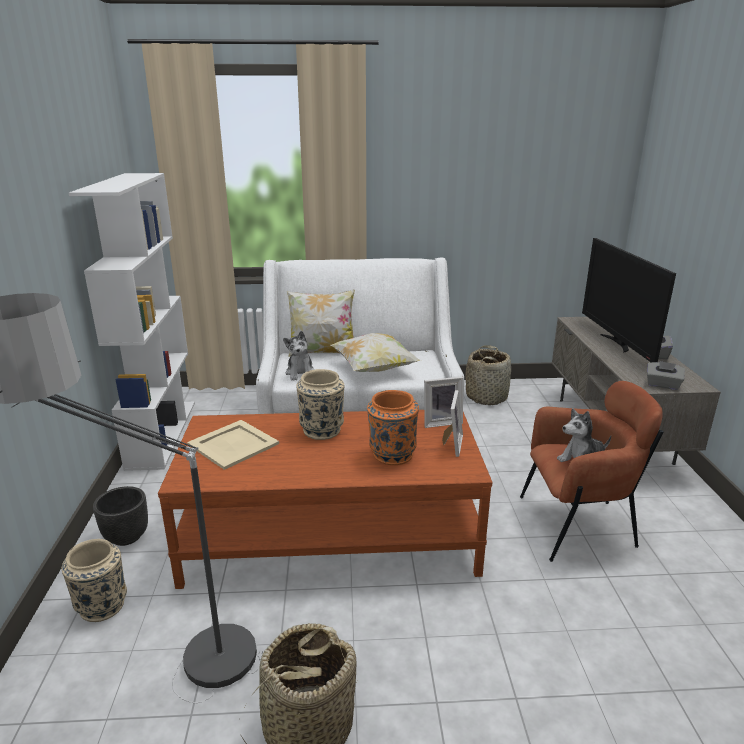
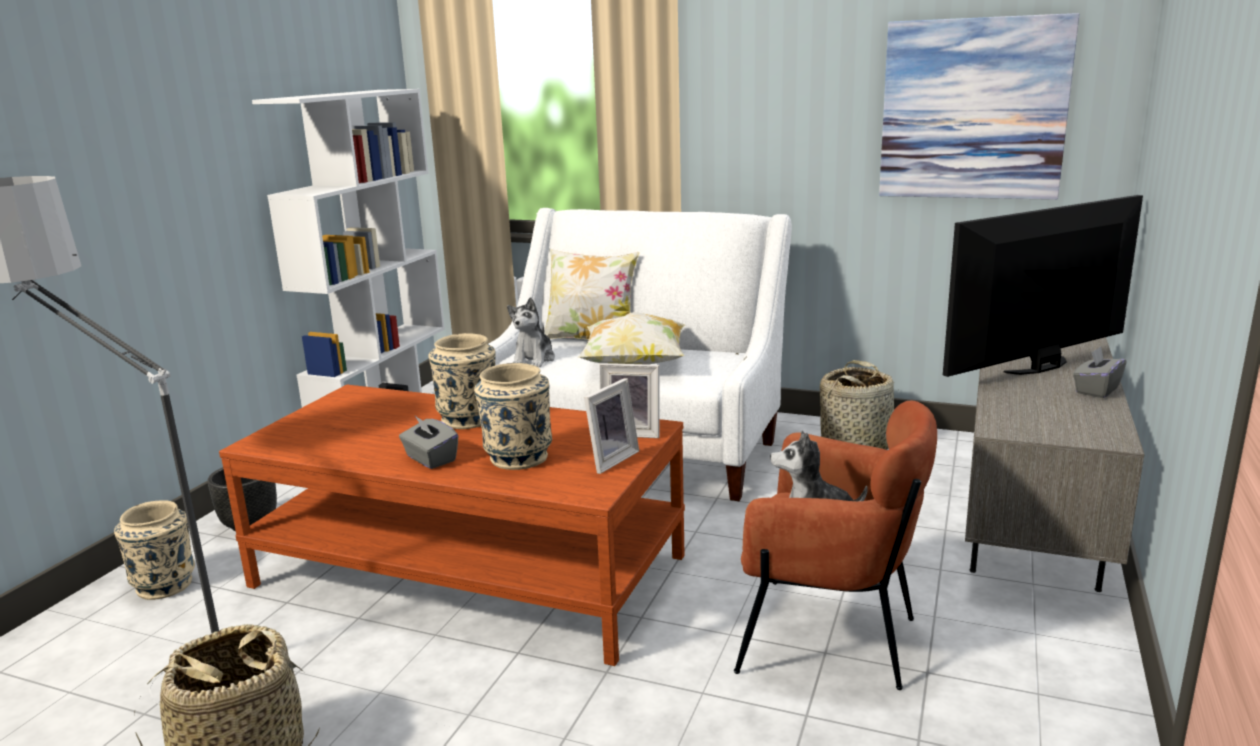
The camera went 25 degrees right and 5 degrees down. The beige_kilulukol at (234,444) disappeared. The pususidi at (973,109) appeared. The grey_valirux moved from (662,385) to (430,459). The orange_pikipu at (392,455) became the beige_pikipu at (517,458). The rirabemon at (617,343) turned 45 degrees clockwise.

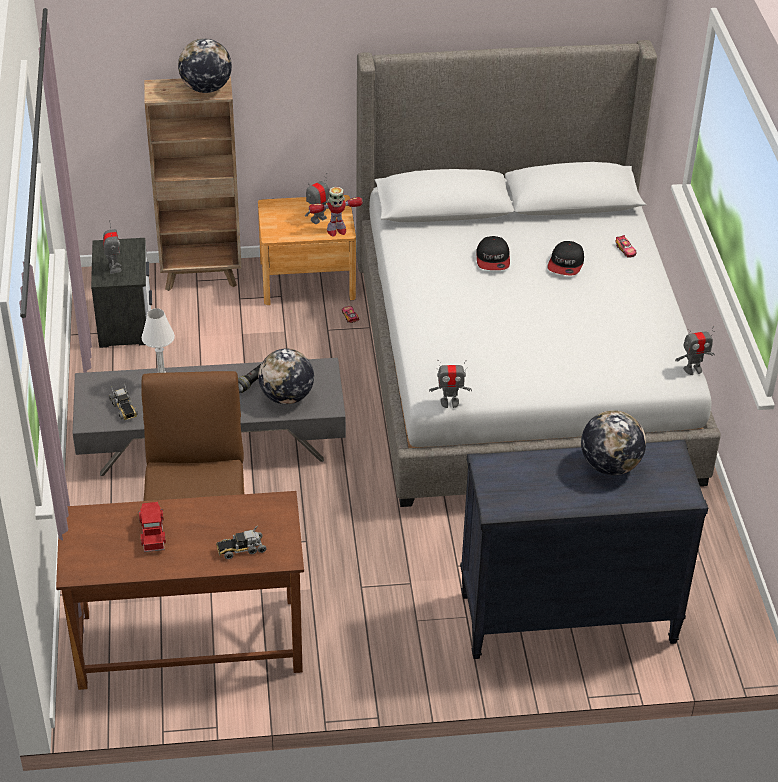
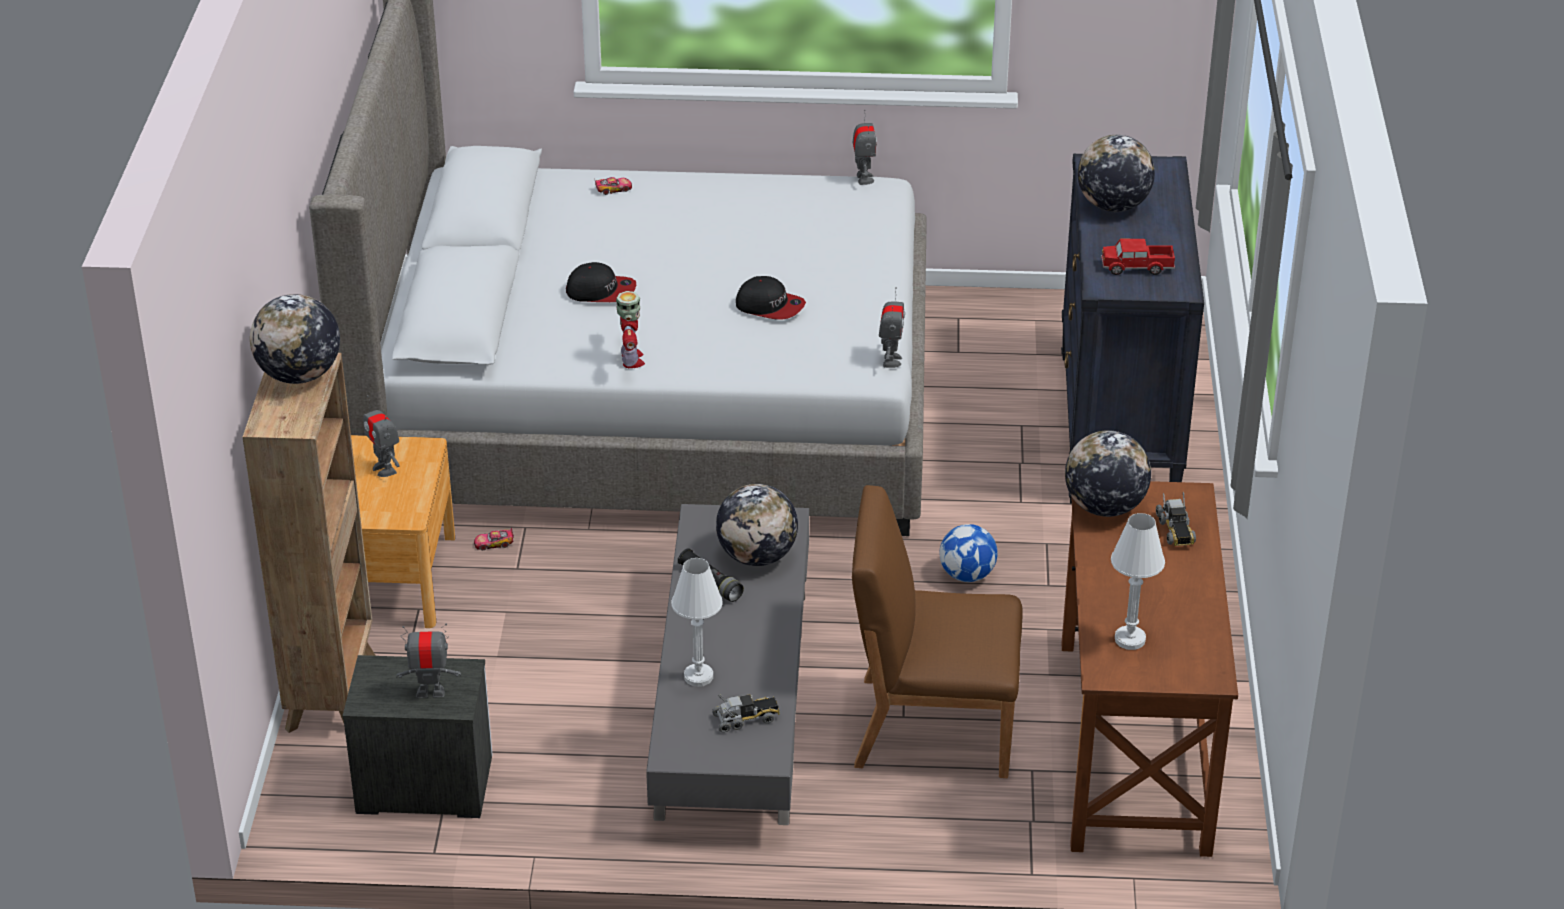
The camera went 80 degrees left and 5 degrees down. The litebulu at (967,575) appeared. The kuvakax at (1104,507) appeared. The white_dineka at (1130,639) appeared. The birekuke moved from (152,533) to (1137,267). The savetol moved from (336,231) to (631,360). The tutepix moved from (566,264) to (770,306).

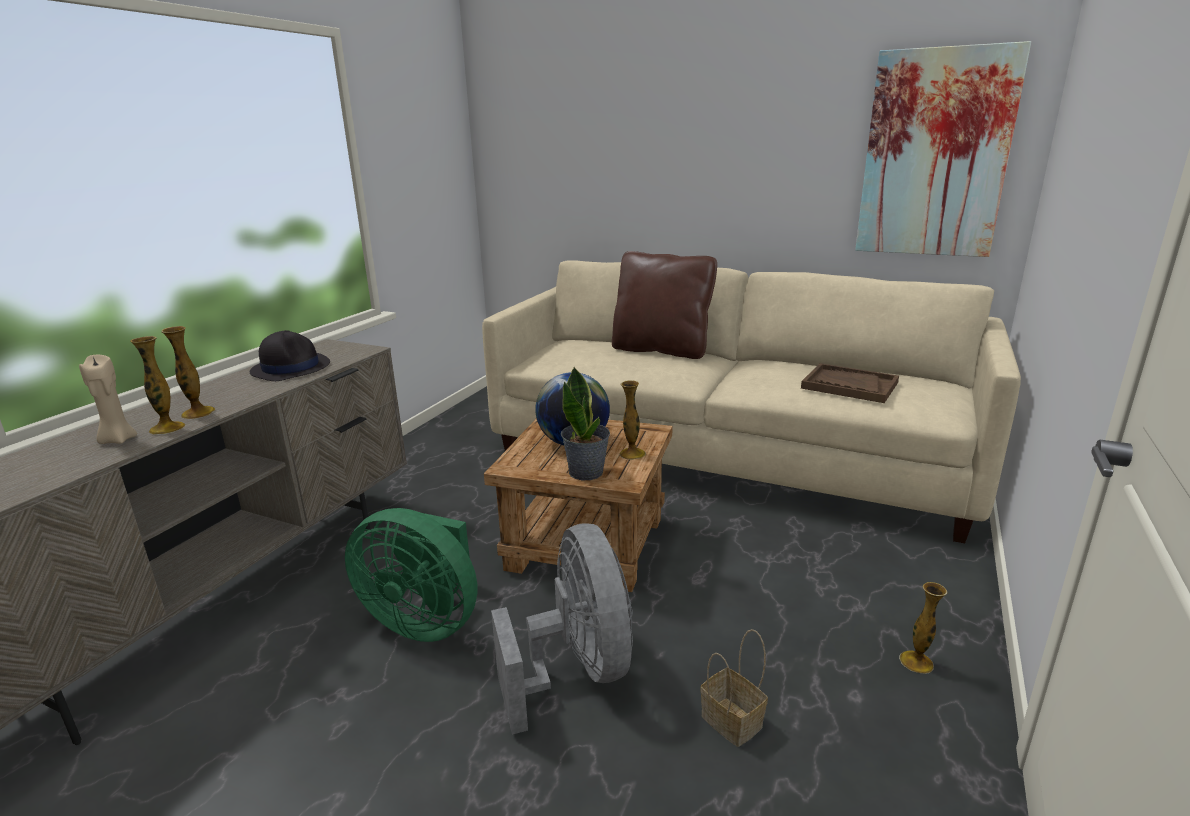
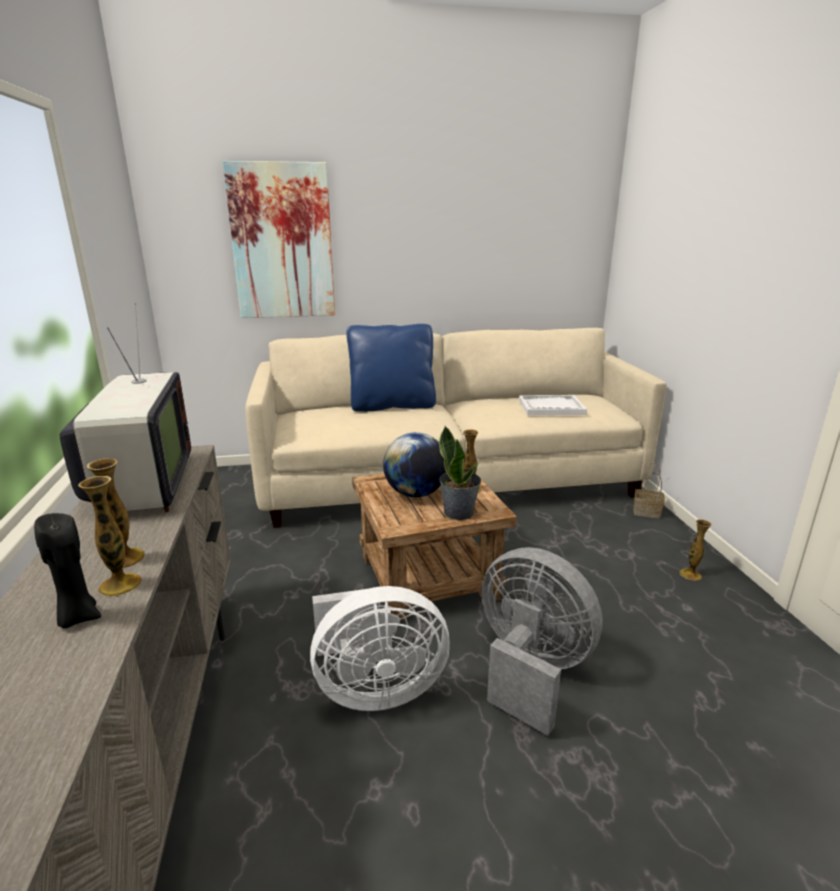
The camera went 35 degrees left and 0 degrees up. The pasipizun moved from (734,722) to (647,512). The pususidi moved from (935,155) to (282,242). The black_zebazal at (291,368) was replaced by the rirabemon at (142,487). The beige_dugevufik at (118,440) became the black_dugevufik at (78,617). The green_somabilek at (425,620) became the white_somabilek at (375,689). The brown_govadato at (661,350) became the blue_govadato at (392,405). The brown_kilulukol at (849,385) became the white_kilulukol at (551,407).

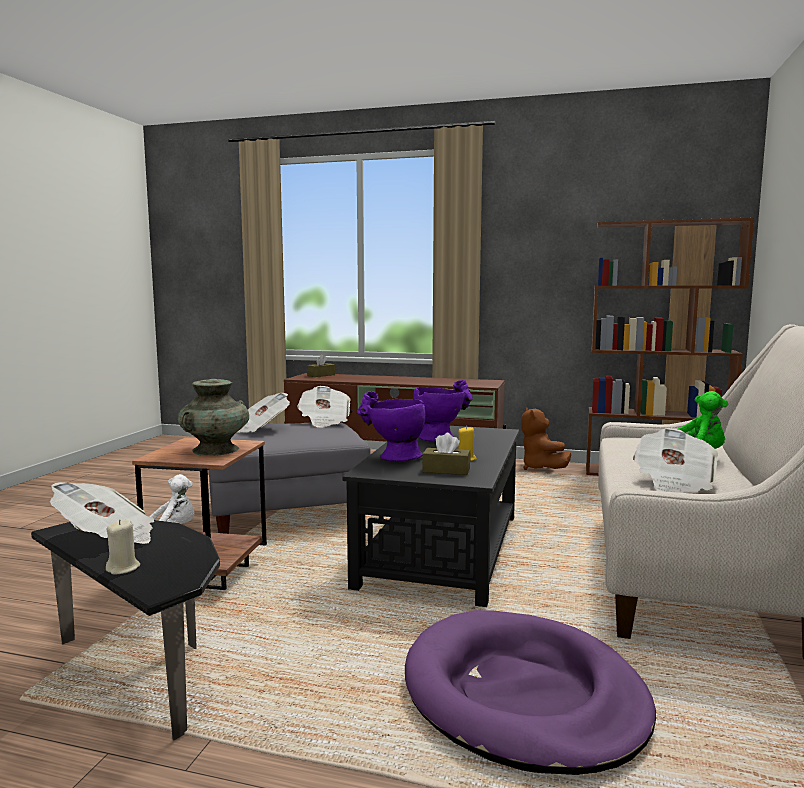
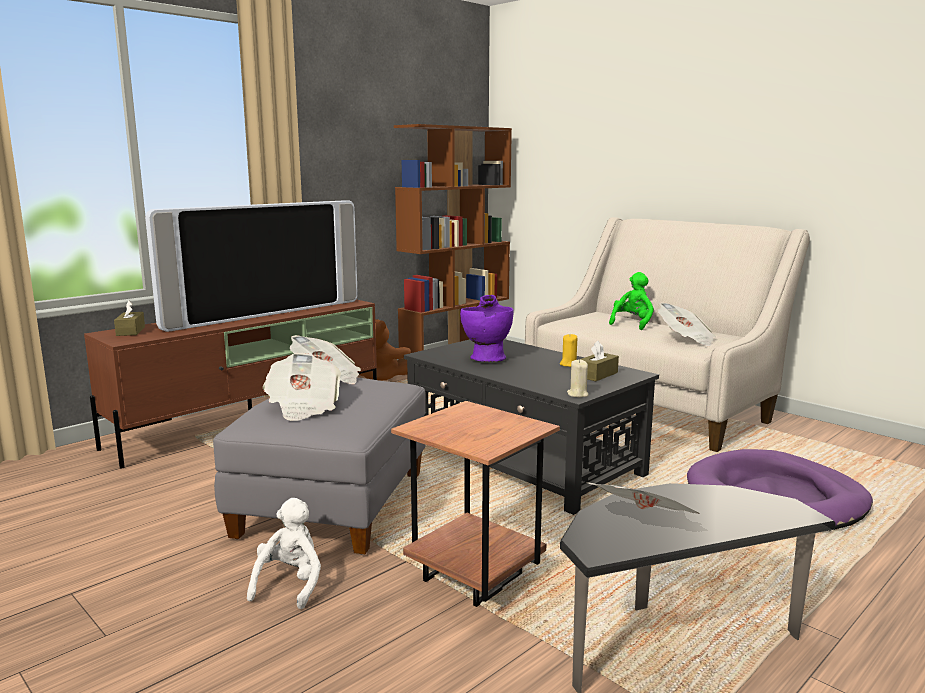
The camera went 60 degrees left and 5 degrees up. The turquoise_pikipu at (216,450) disappeared. The purple_pikipu at (393,458) disappeared. The rirabemon at (263,313) appeared. The beige_dugevufik moved from (123,568) to (577,394).

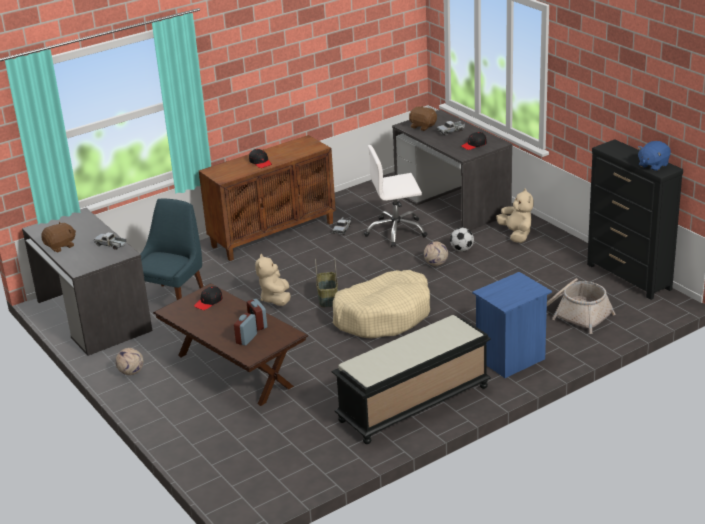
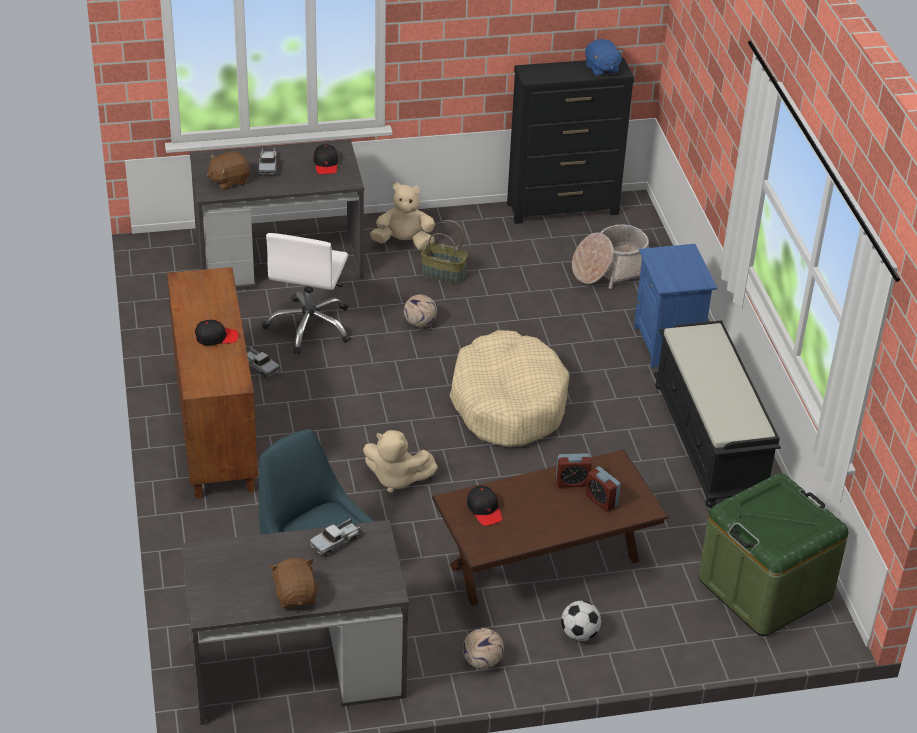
The camera went 70 degrees left and 10 degrees up. The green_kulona at (765,588) appeared. The pasipizun moved from (327,298) to (443,274). The litebulu moved from (462,249) to (579,634).

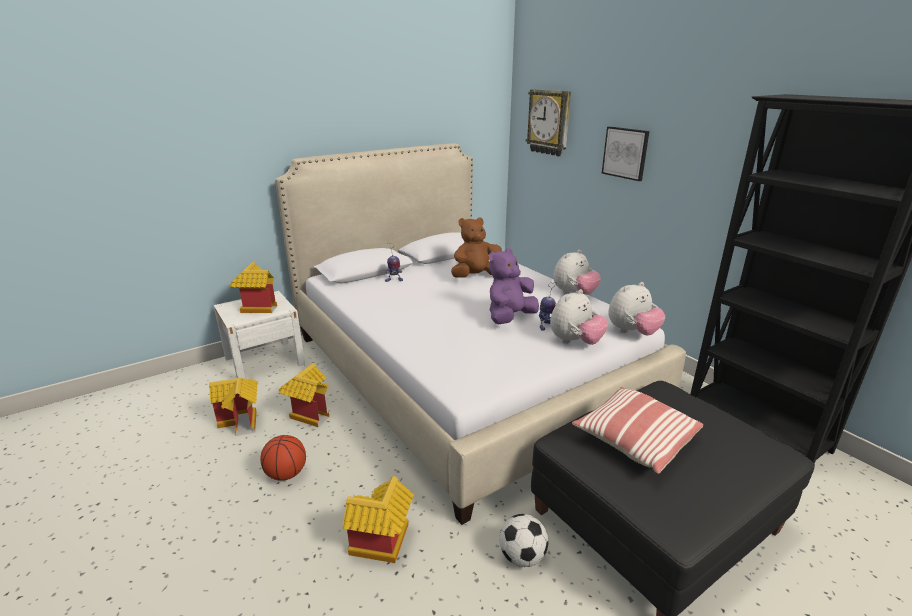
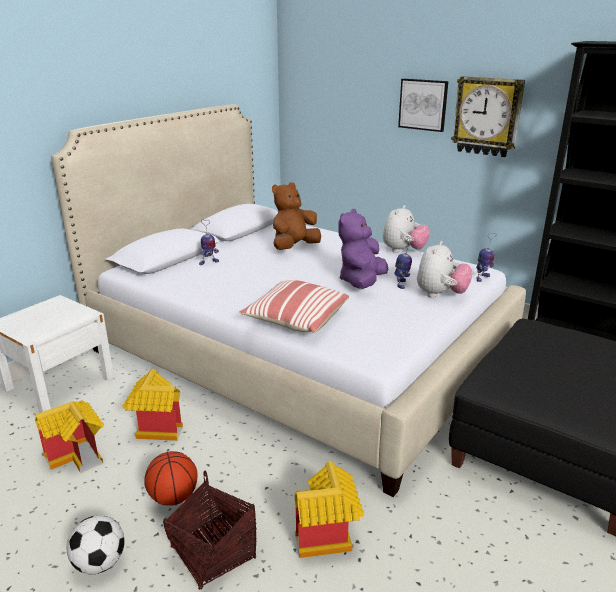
The camera went 20 degrees left and 0 degrees up. The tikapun at (256,307) disappeared. The pasipizun at (213,553) appeared. The litebulu moved from (522,556) to (100,563). The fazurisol moved from (549,122) to (487,116). The govadato moved from (634,439) to (295,319). The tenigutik at (632,332) was replaced by the savetol at (482,278).

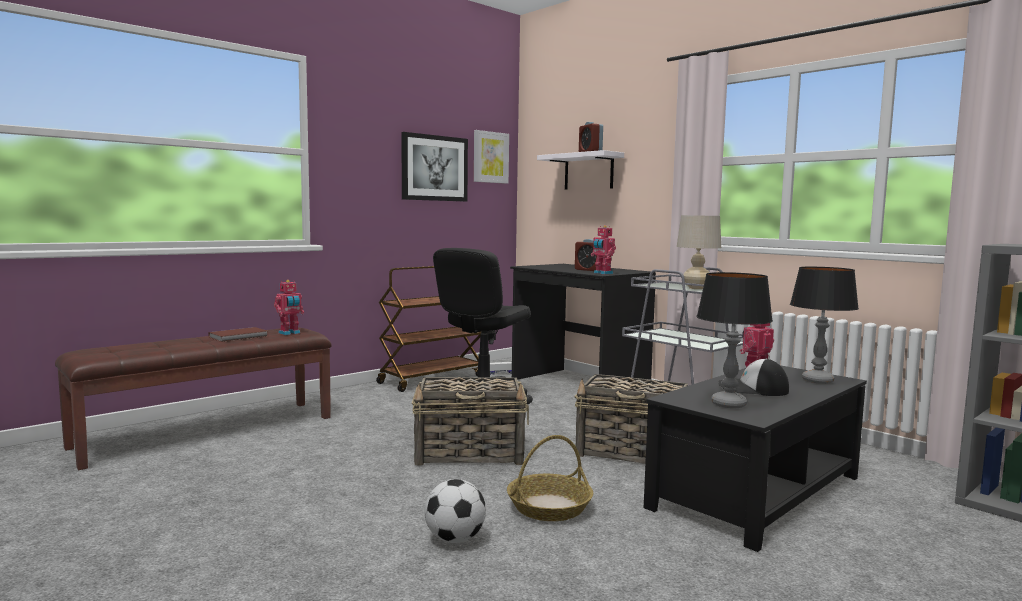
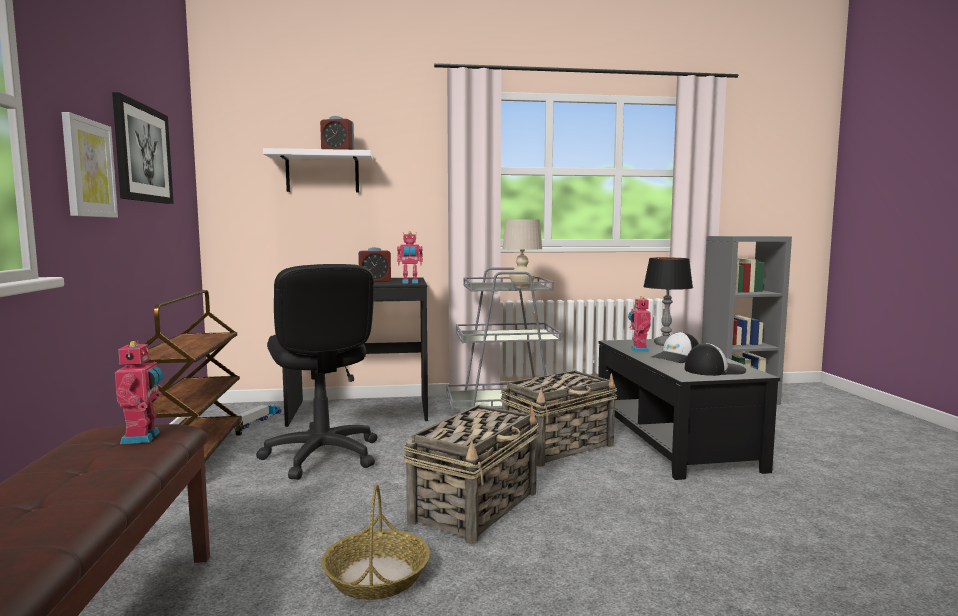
The camera went 55 degrees left and 0 degrees up. The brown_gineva at (239,337) disappeared. The litebulu at (455,539) disappeared. The pususidi moved from (490,157) to (88,168). The pasipizun moved from (549,507) to (376,576). The dineka at (728,404) was replaced by the tutepix at (714,370).

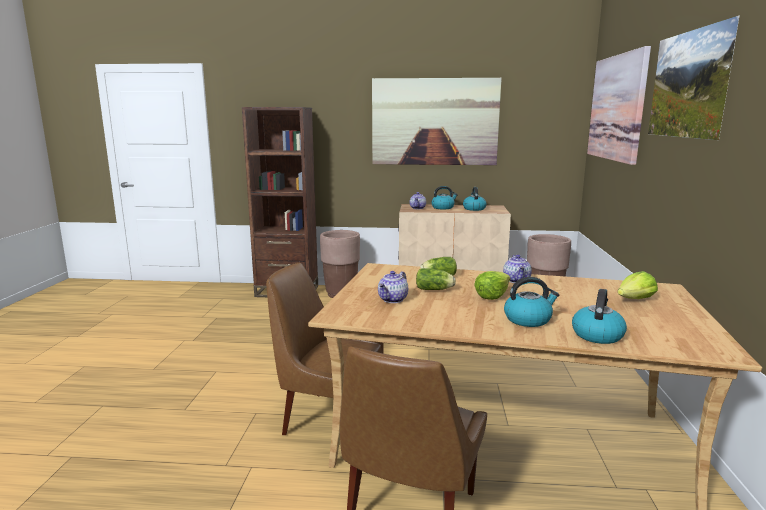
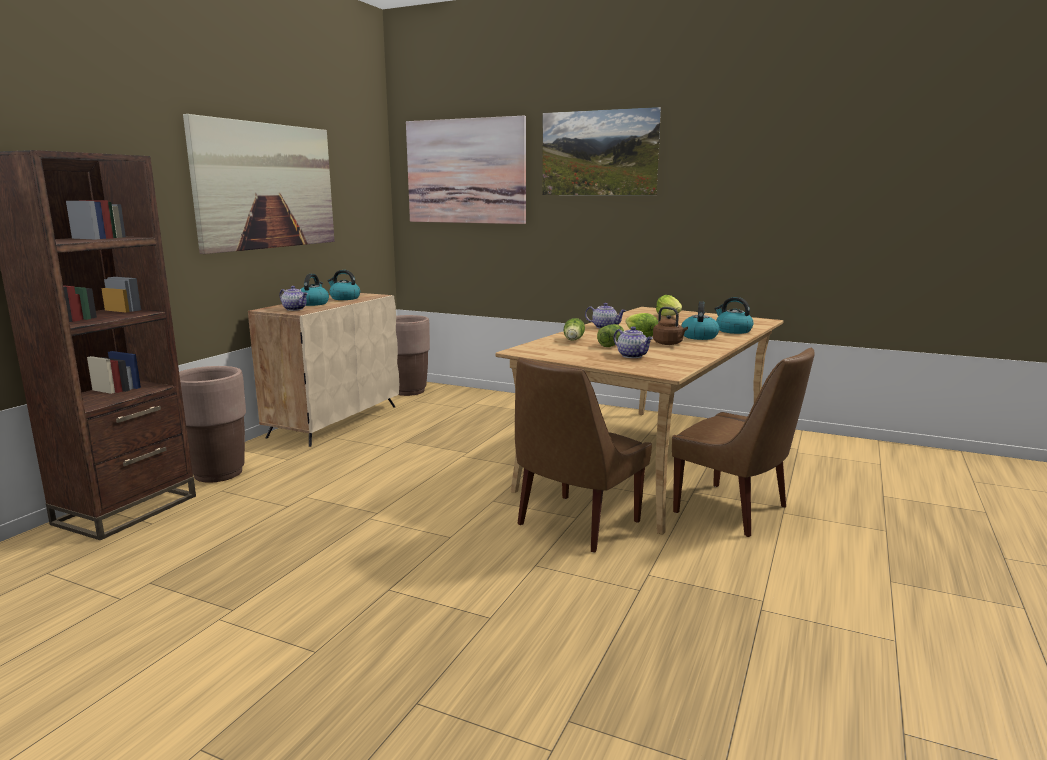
The camera went 70 degrees left and 0 degrees up. The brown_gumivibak at (669,344) appeared.

